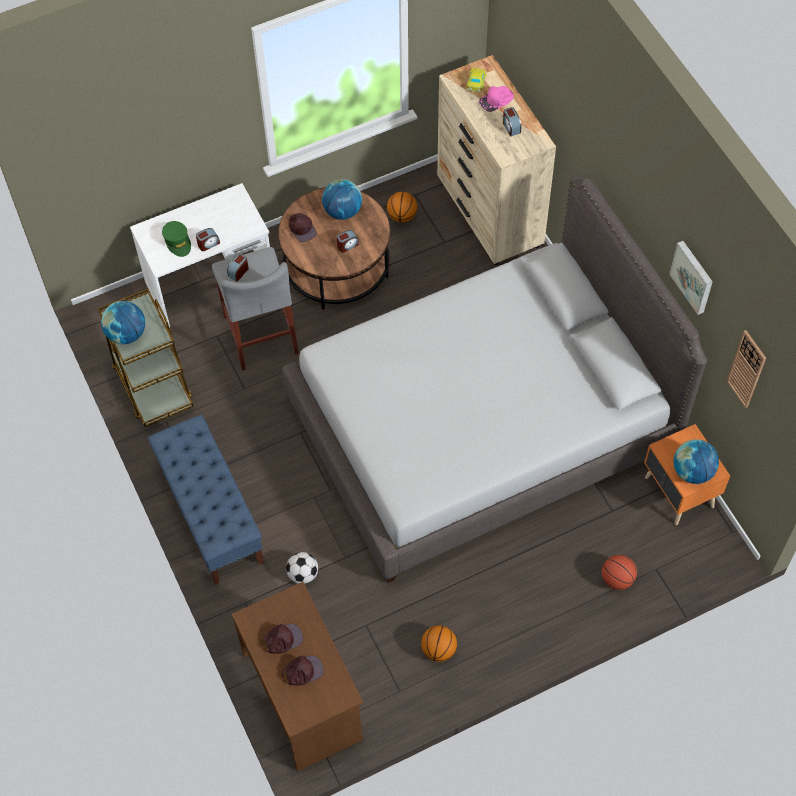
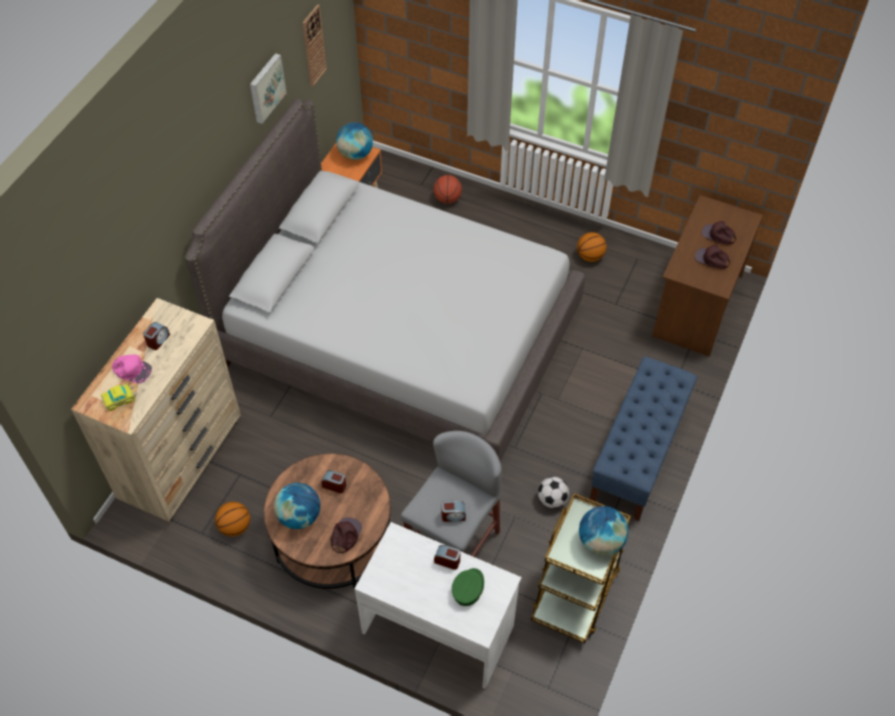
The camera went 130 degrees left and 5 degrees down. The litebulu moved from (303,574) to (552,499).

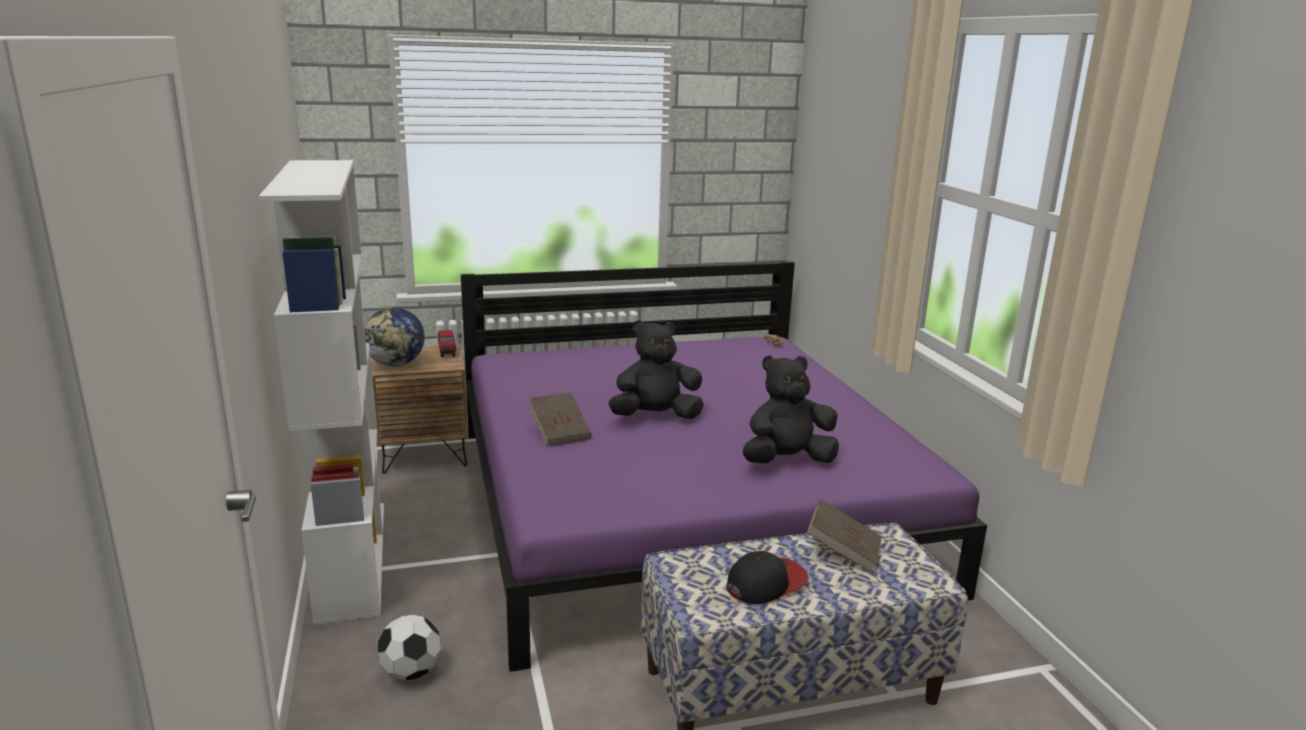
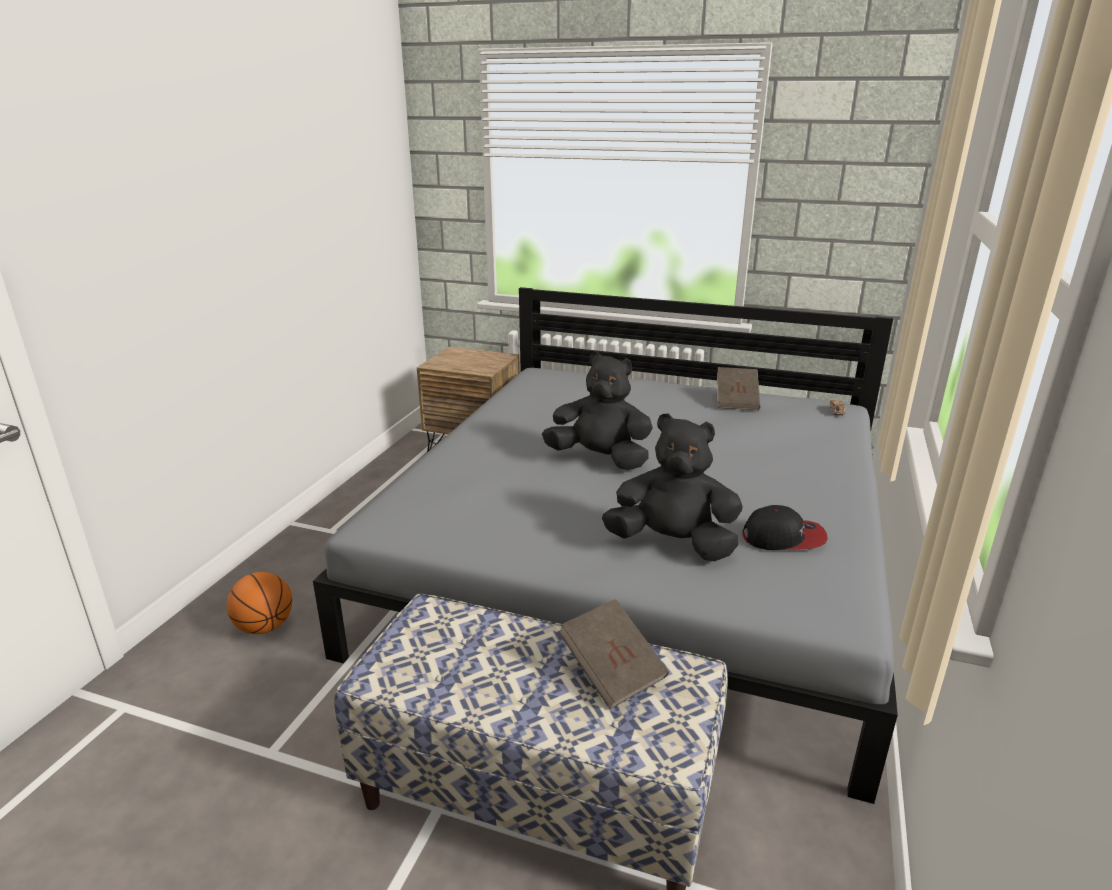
The camera went 35 degrees right and 5 degrees up. The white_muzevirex at (351,558) disappeared. The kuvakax at (396,364) disappeared. The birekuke at (447,352) disappeared. The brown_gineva moved from (559,432) to (736,401). The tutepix moved from (766,583) to (784,537). The litebulu at (411,672) was replaced by the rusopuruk at (265,627). The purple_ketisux at (682,504) became the grey_ketisux at (640,560).

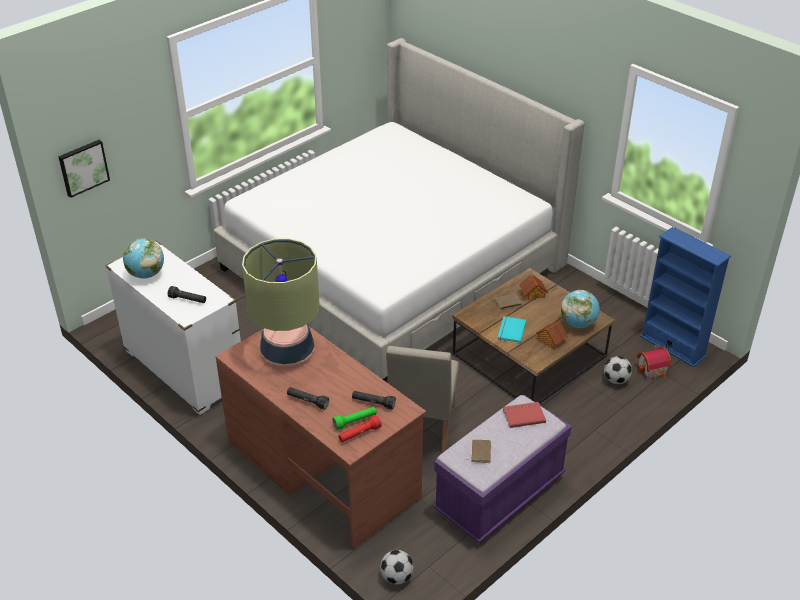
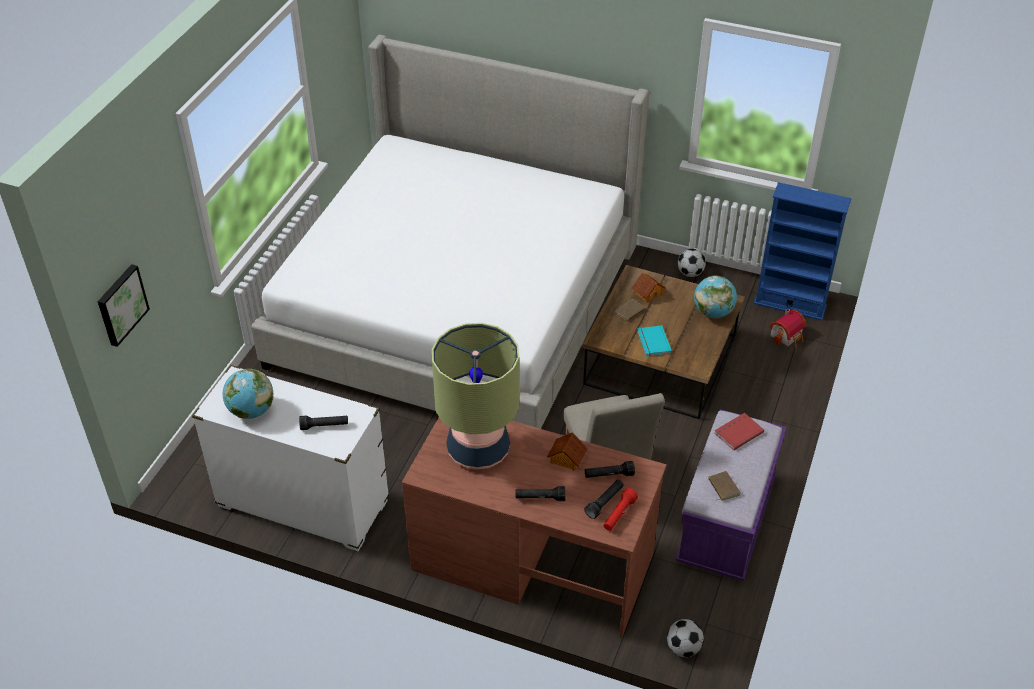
The camera went 25 degrees left and 5 degrees up. The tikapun moved from (550,340) to (566,458). The litebulu moved from (616,380) to (690,273). The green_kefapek at (355,421) became the black_kefapek at (604,502).

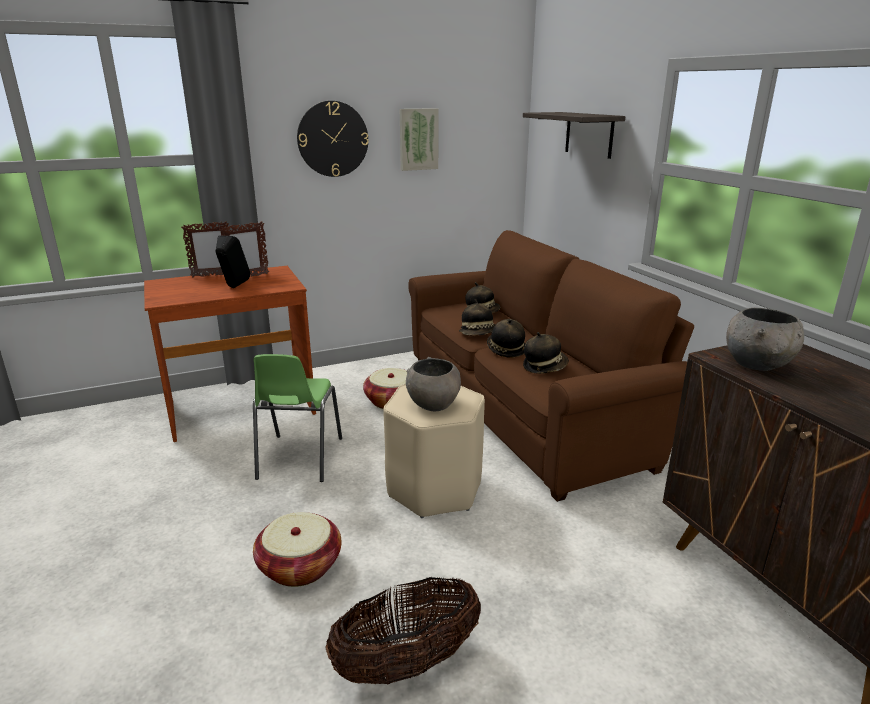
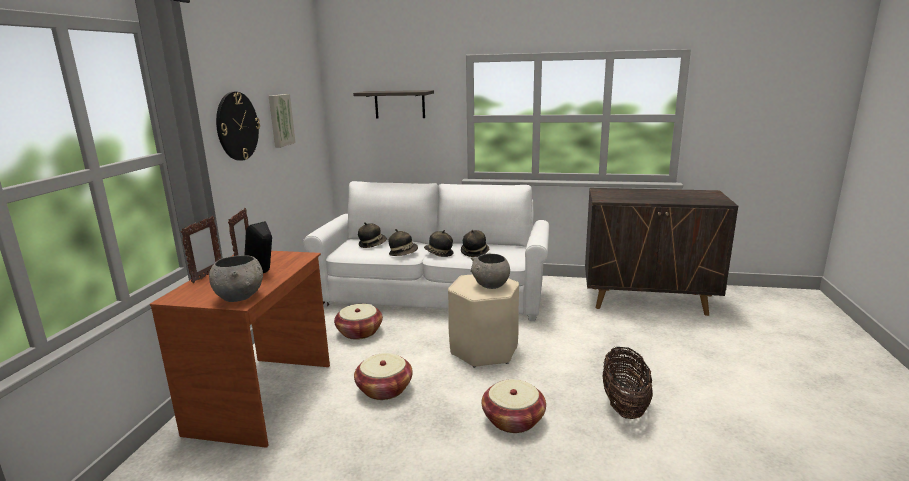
The camera went 55 degrees left and 5 degrees down. The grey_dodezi moved from (758,365) to (240,297). The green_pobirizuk at (299,458) was replaced by the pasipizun at (384,389). The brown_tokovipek at (526,407) became the white_tokovipek at (434,295).

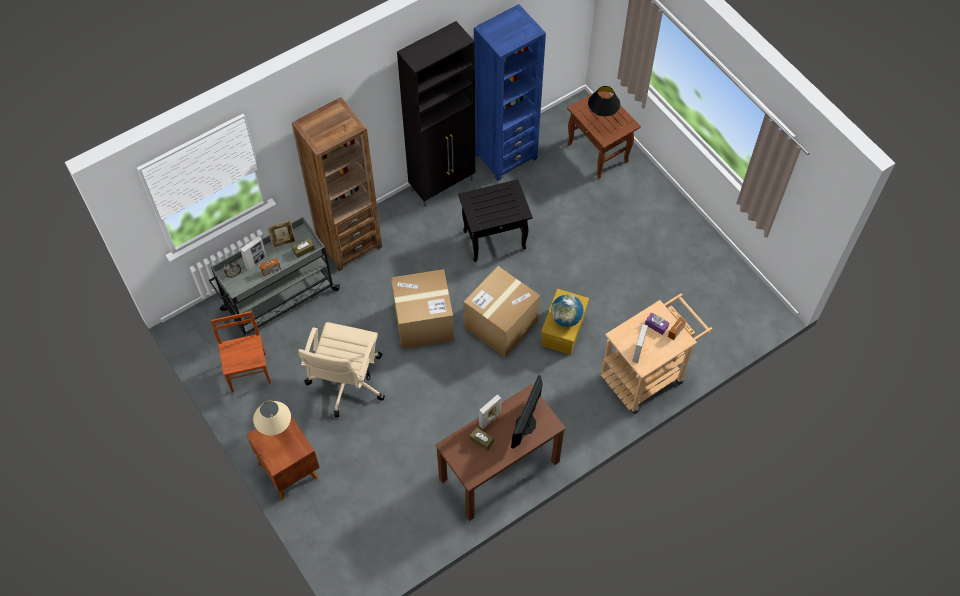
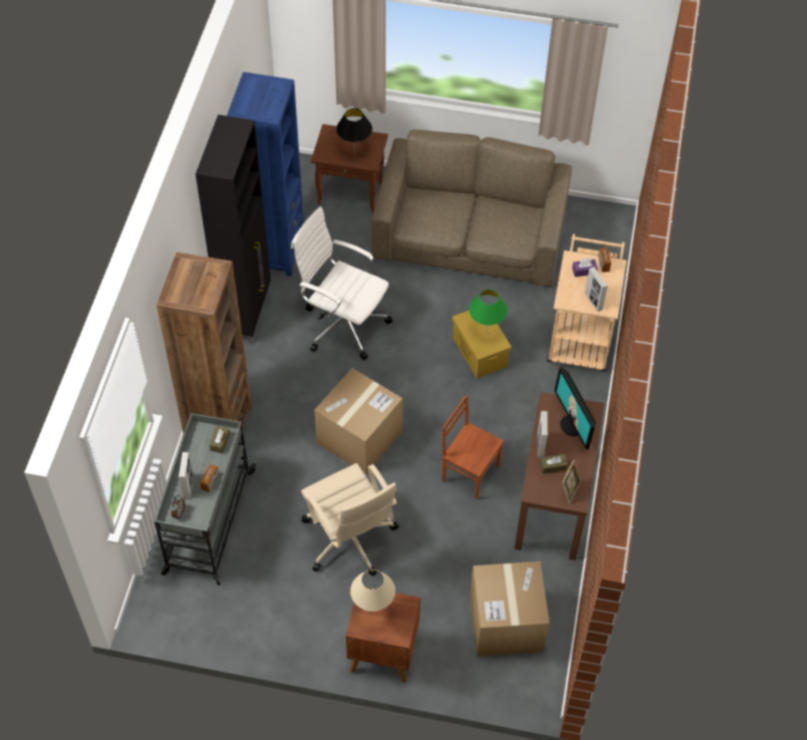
The camera went 45 degrees left and 5 degrees down. The brown_tokovipek at (470,235) appeared. The brown_pobirizuk moved from (249,371) to (470,472). The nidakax moved from (283,241) to (569,490). The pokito moved from (501,324) to (506,623). The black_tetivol at (495,239) was replaced by the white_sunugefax at (343,324). The kuvakax at (566,318) was replaced by the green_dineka at (485,333).

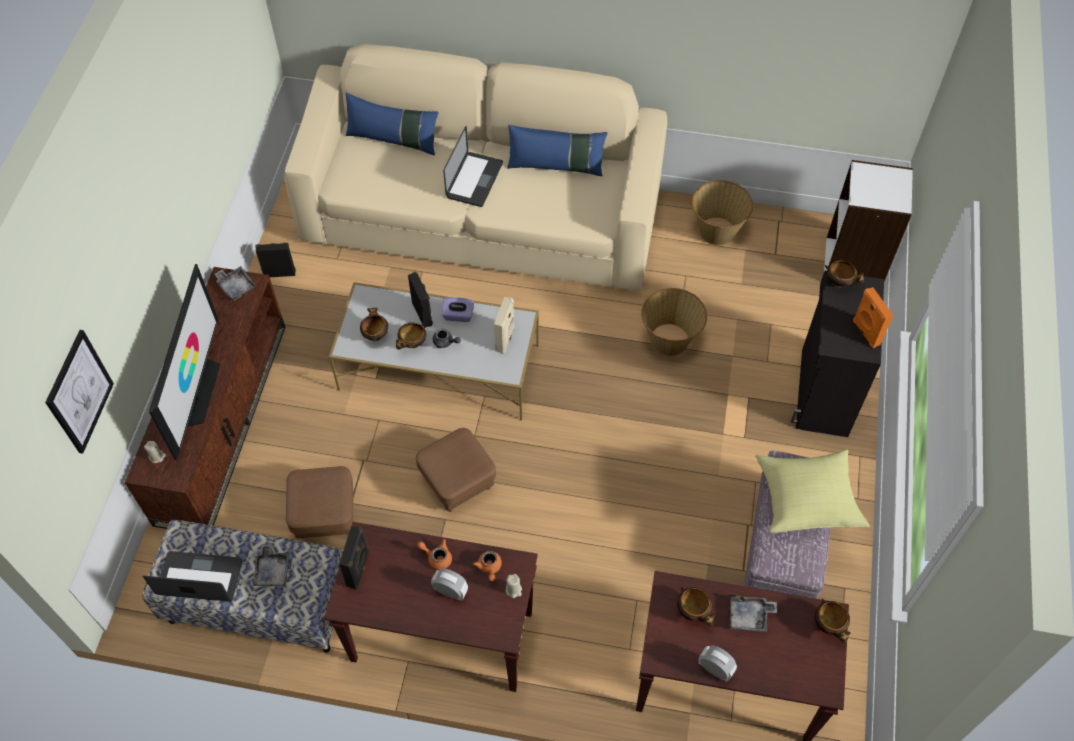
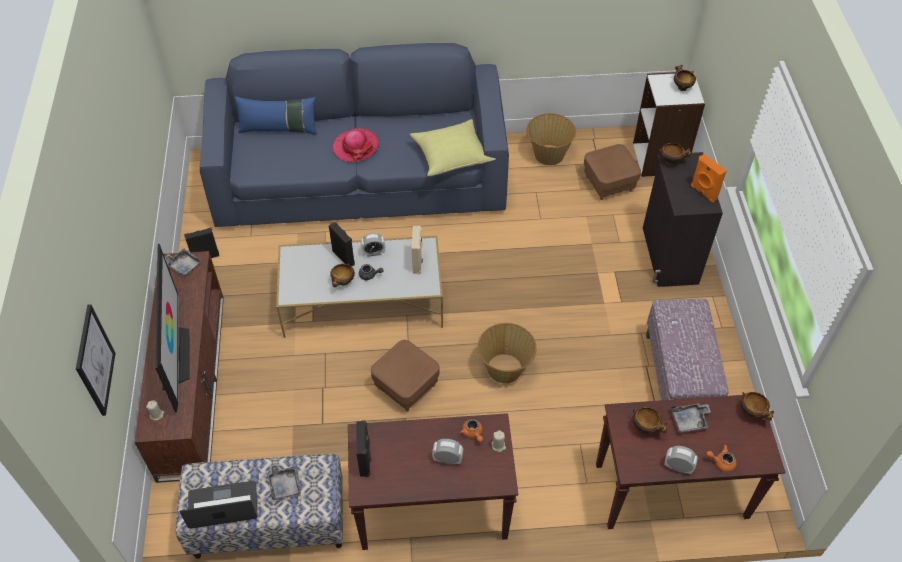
The camera went 15 degrees left and 5 degrees down. The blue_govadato at (556,166) disappeared. The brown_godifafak moved from (325,515) to (608,184). The dodezi moved from (375,335) to (681,87). The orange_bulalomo moved from (437,557) to (721,462). The pasipizun moved from (669,340) to (505,369). The yellow_govadato moved from (807,499) to (452,156). The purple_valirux at (458,315) was replaced by the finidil at (373,253). The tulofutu at (474,180) was replaced by the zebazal at (356,146). The beige_tokovipek at (481,218) became the blue_tokovipek at (360,181).

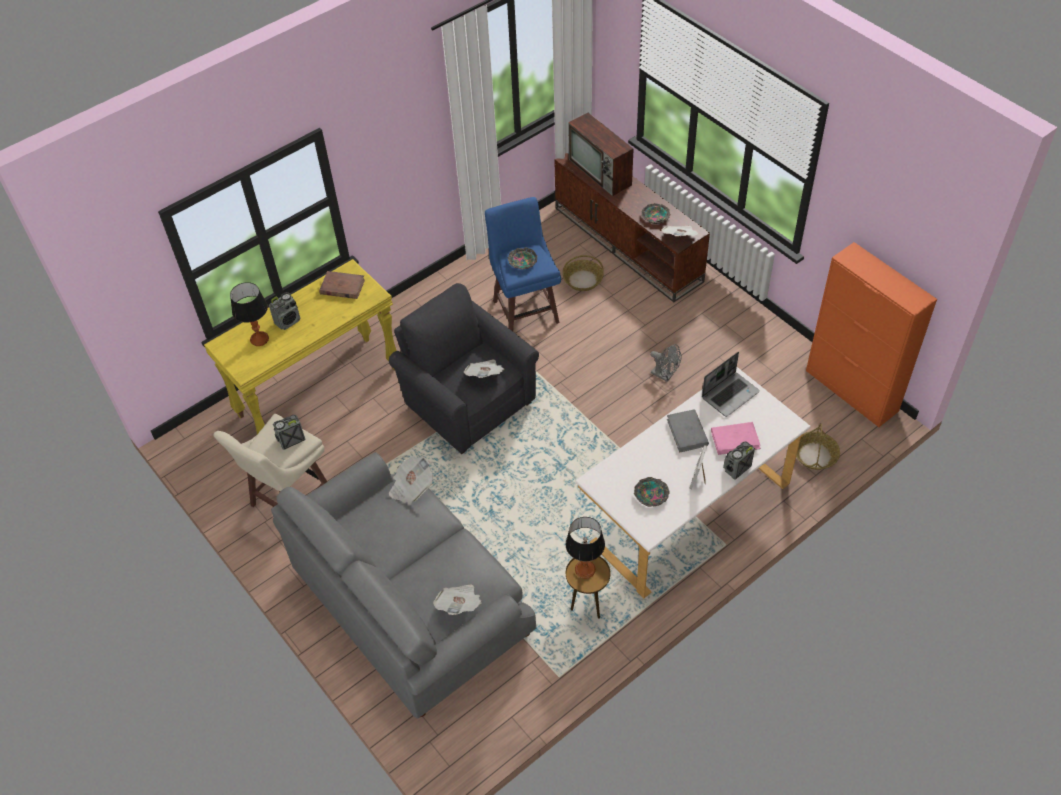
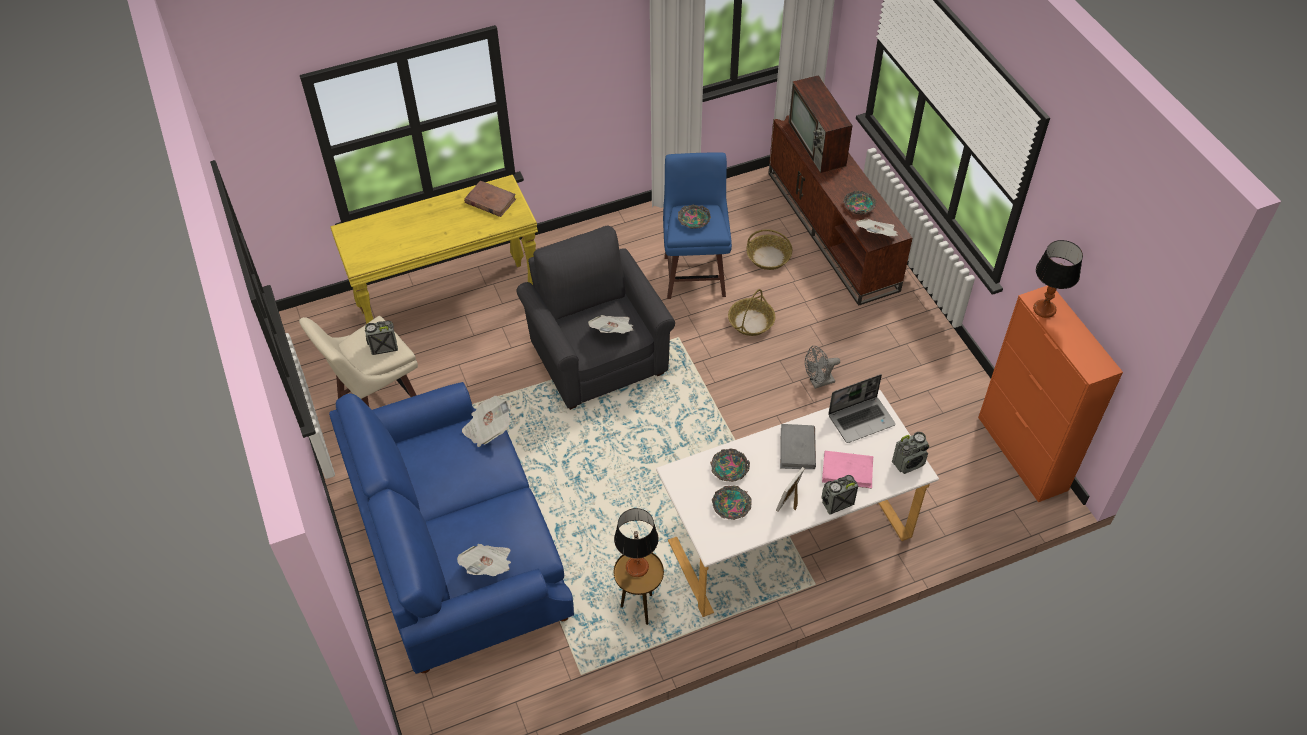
The camera went 15 degrees right and 0 degrees up. The dodezi at (729,468) appeared. The dineka moved from (260,339) to (1044,309). The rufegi moved from (288,321) to (908,463). The pasipizun moved from (815,455) to (751,322). The grey_tokovipek at (411,602) became the blue_tokovipek at (459,551). The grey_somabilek at (665,375) turned 105 degrees clockwise.

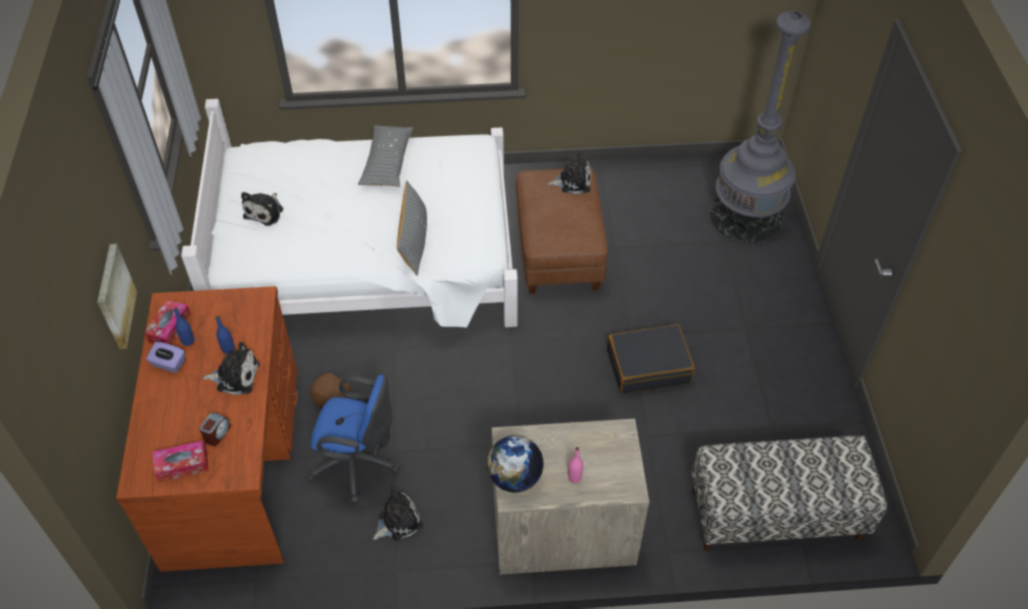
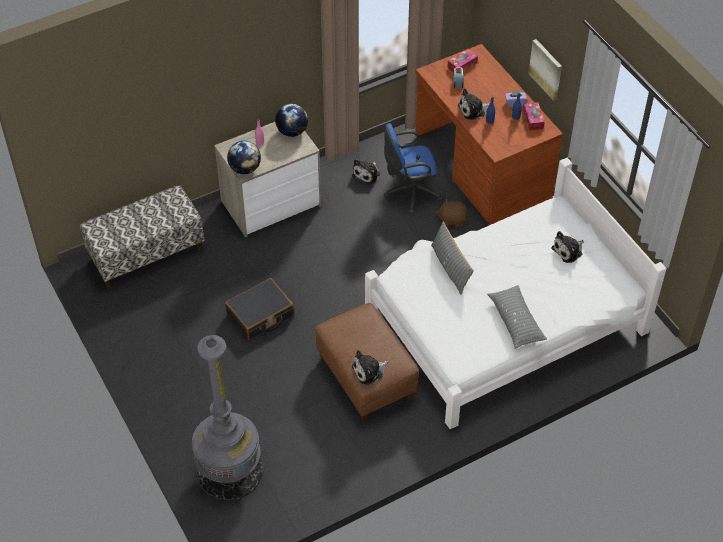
The camera went 155 degrees right and 0 degrees up. The kuvakax at (245,169) appeared. The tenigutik at (265,211) turned 120 degrees counterclockwise.

